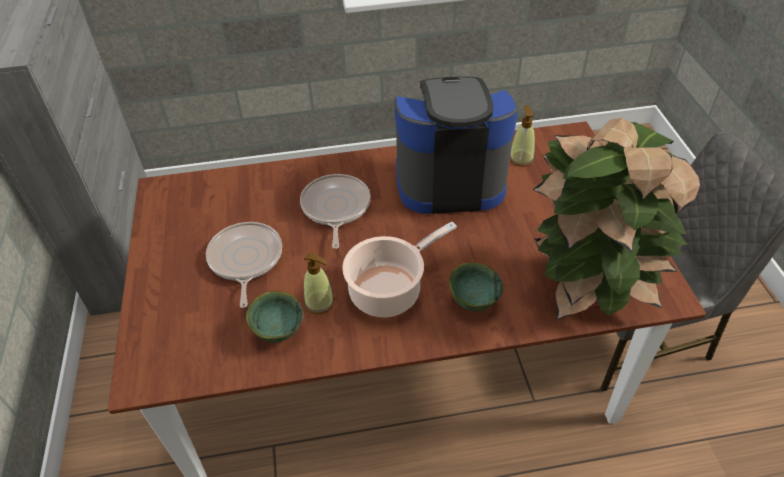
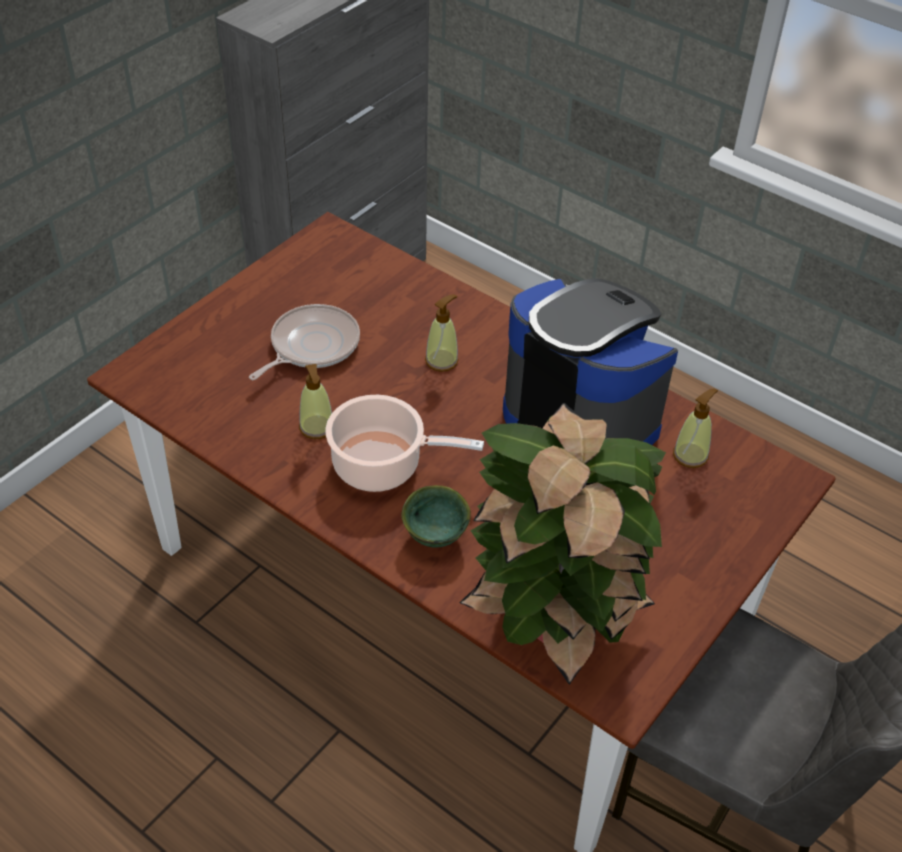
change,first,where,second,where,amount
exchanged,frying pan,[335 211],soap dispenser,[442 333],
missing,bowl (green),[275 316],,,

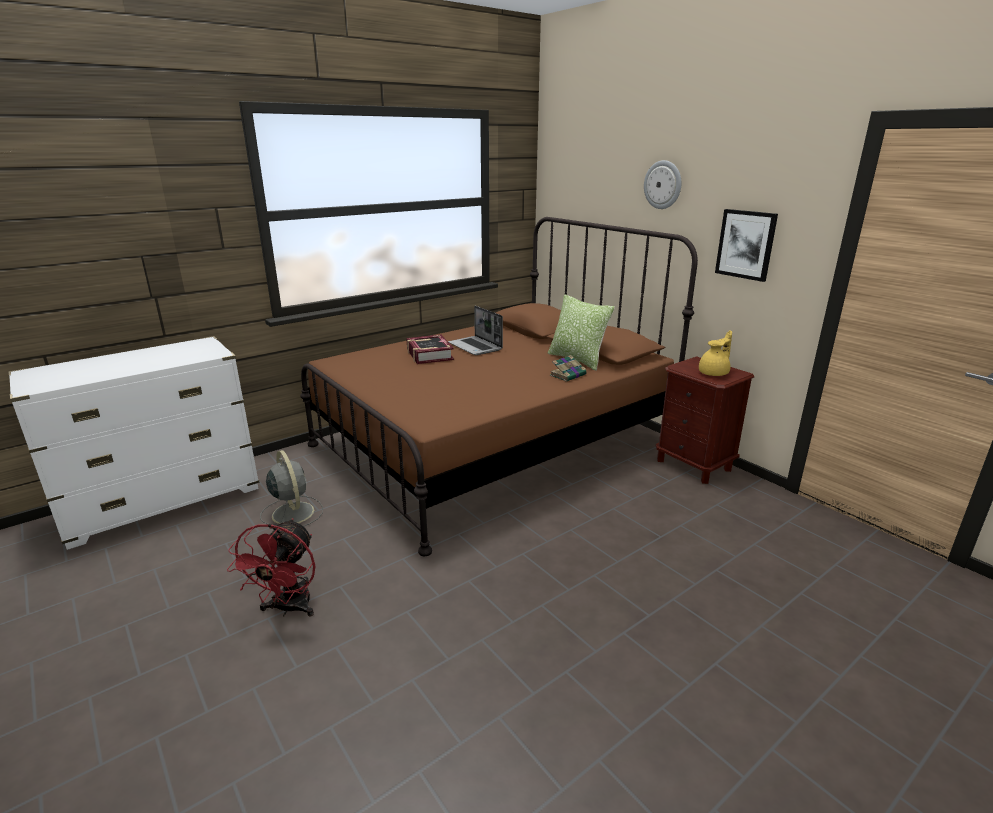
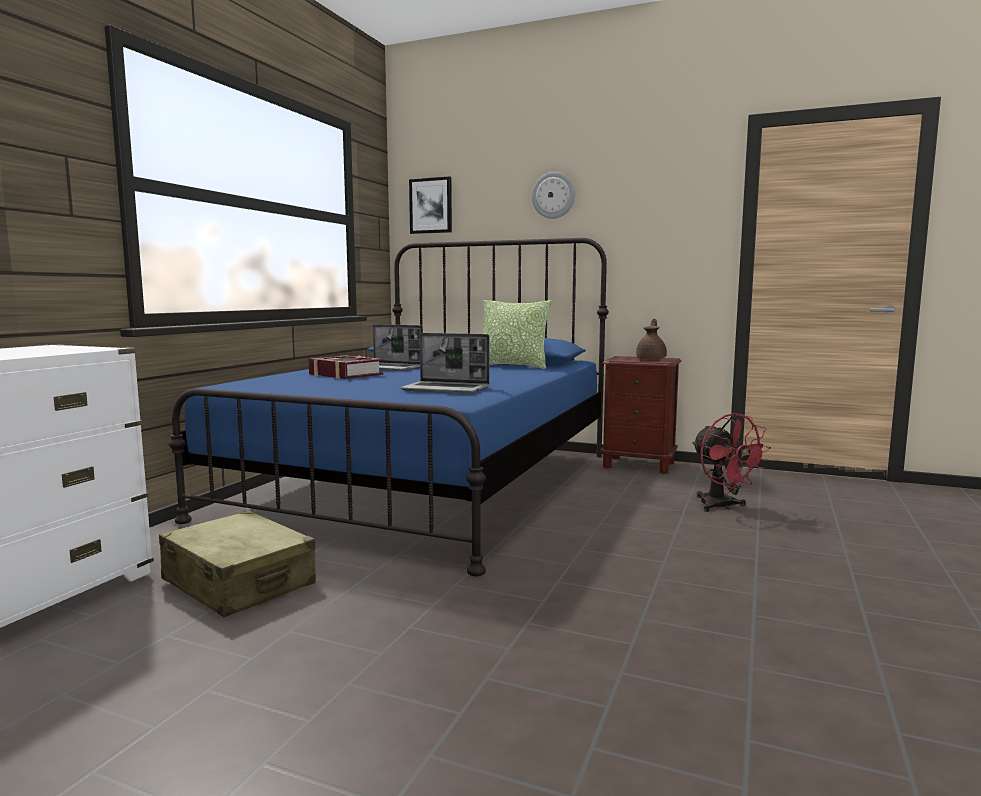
change,first,where,second,where,amount
relocated,picture,[746 245],,[430 205],
colour,bed (brown),[499 386],bed (blue),[388 407],
colour,teapot (yellow),[715 353],teapot (brown),[651 339],
missing,book,[568 368],,,
exchanged,fan (grey),[291 488],suitcase (beige),[237 563],
relocated,fan (red),[271 567],,[731 462],
appeared,,,laptop,[445 363],

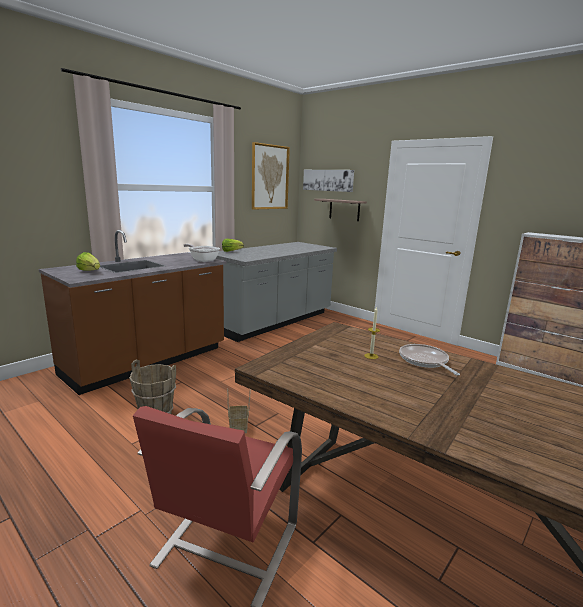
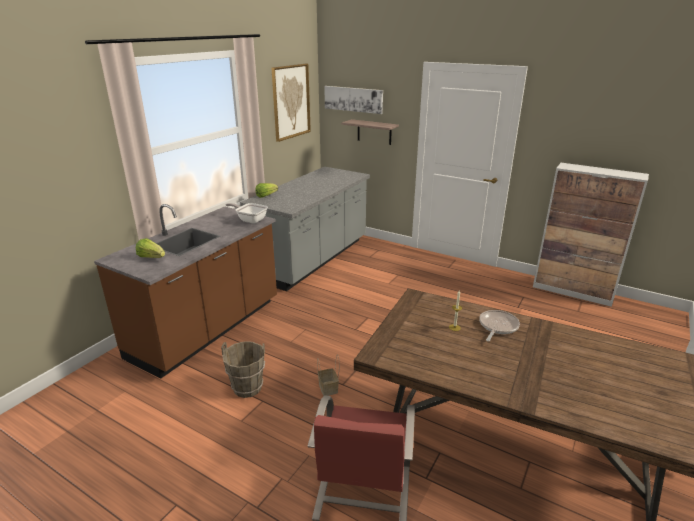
change,first,where,second,where,amount
spun,frying pan,[429 359],,[499 326],60 degrees clockwise

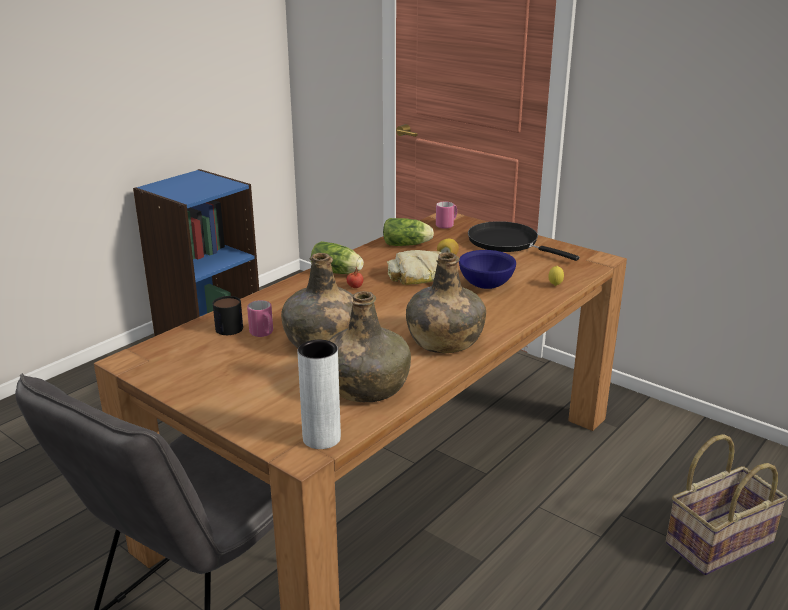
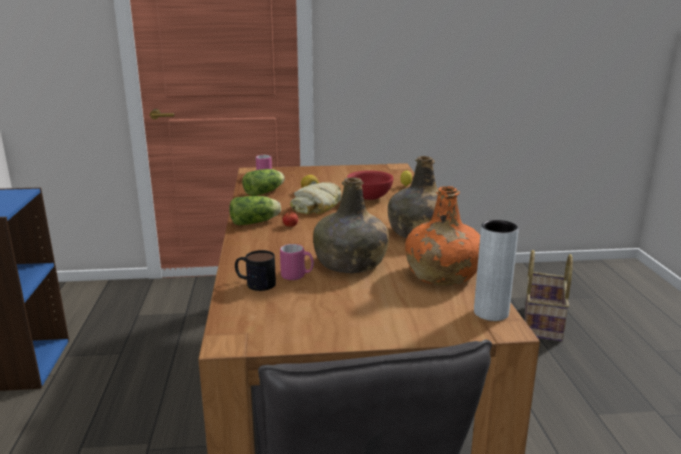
change,first,where,second,where,amount
missing,frying pan (black),[523 241],,,
colour,bowl (blue),[487 269],bowl (red),[370 185],
colour,bottle (green),[370 346],bottle (orange),[442 236],

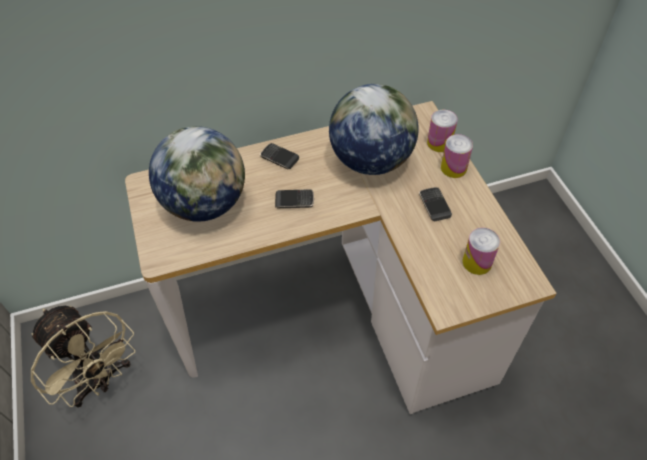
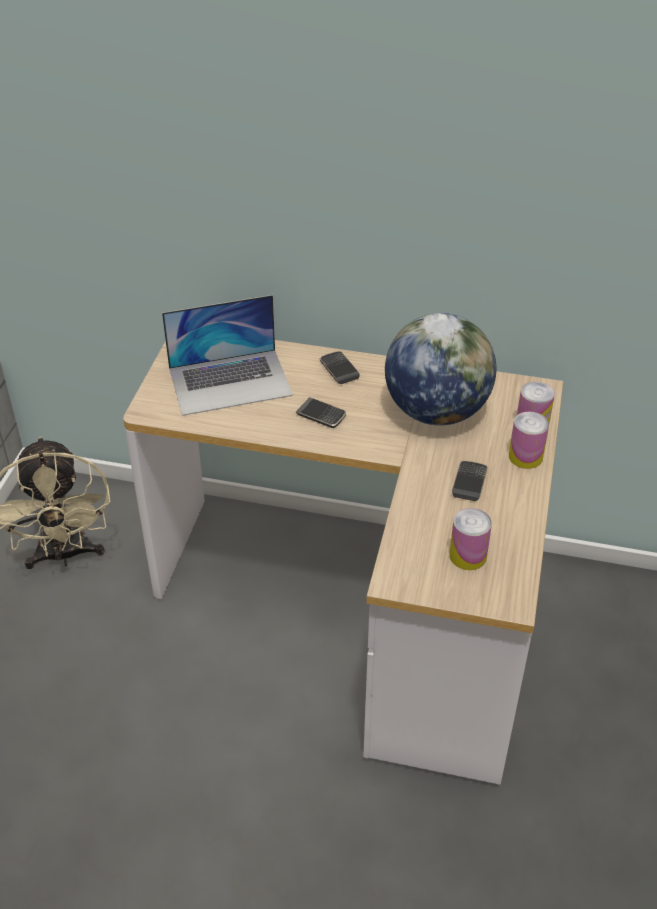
change,first,where,second,where,amount
exchanged,globe,[197 174],laptop,[227 355],

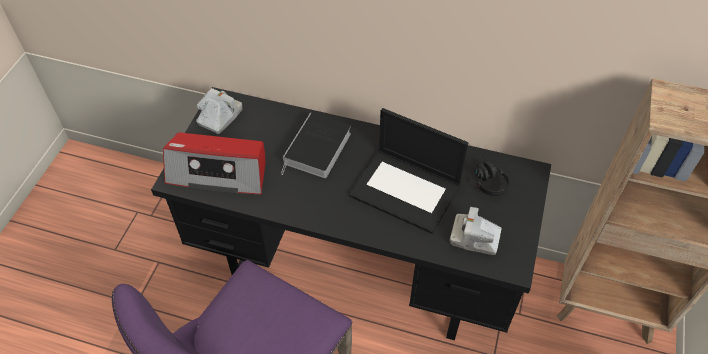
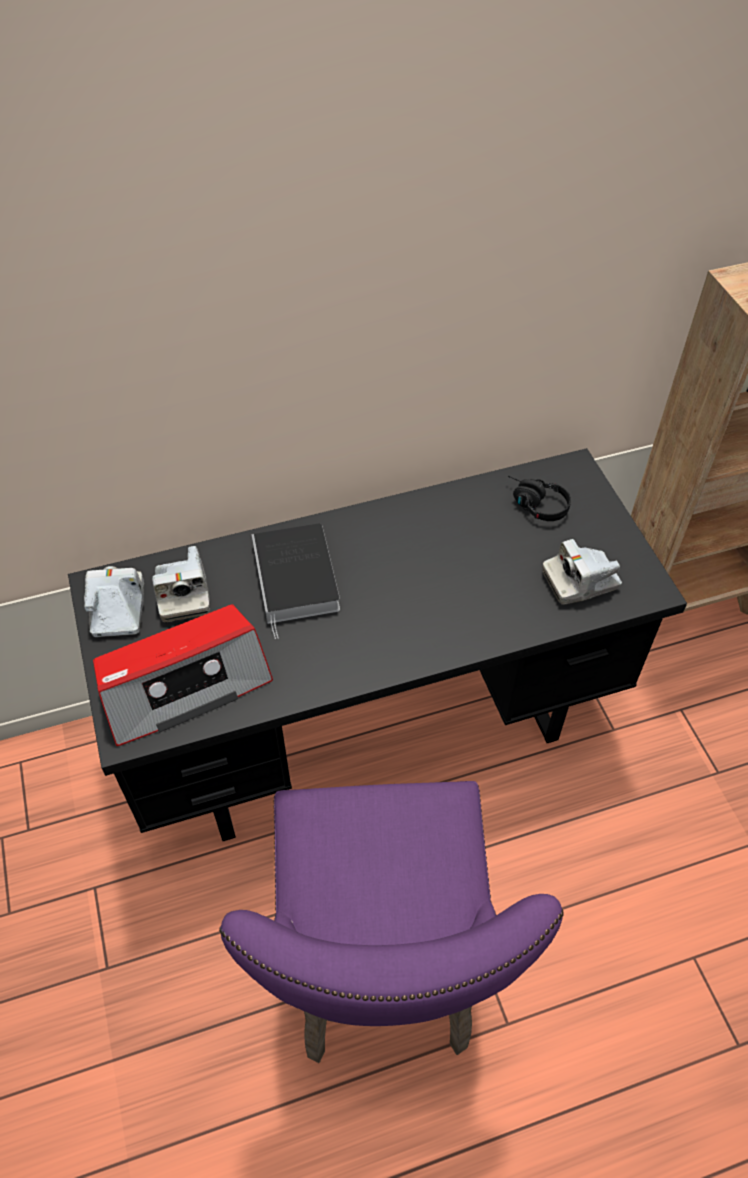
change,first,where,second,where,amount
missing,laptop,[408 171],,,
appeared,,,photo camera,[181 584],

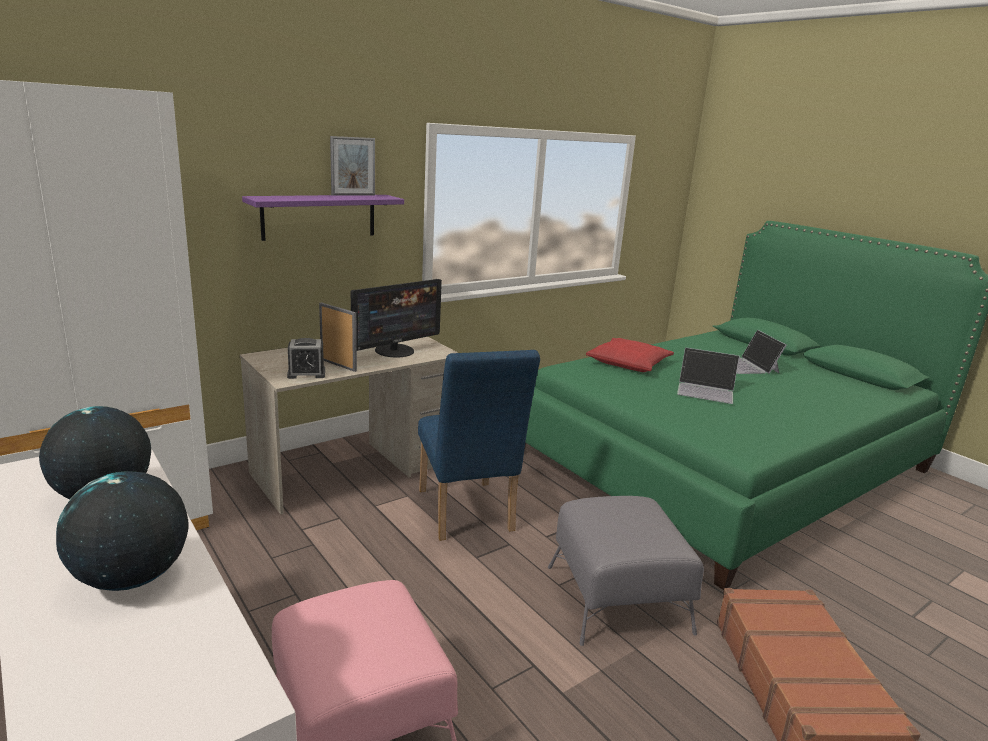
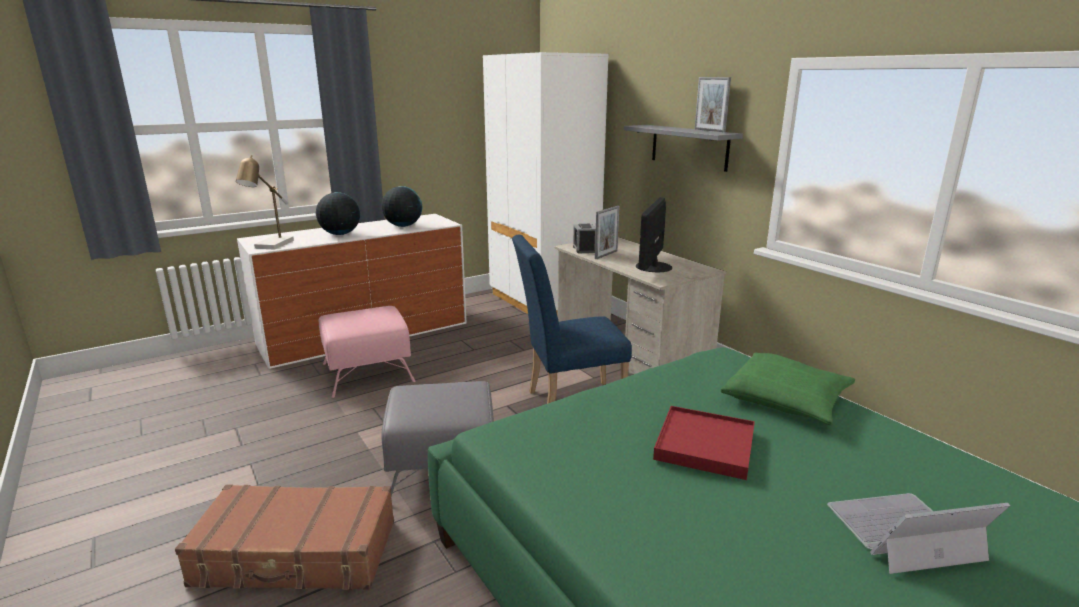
change,first,where,second,where,amount
colour,shelf (purple),[323 218],shelf (grey),[683 148],
spun,monitor,[396 318],,[654 234],60 degrees clockwise
colour,pillow (red),[630 355],pillow (green),[788 389],
exchanged,laptop,[708 375],tray (red),[704 443],
appeared,,,table lamp,[265 202],

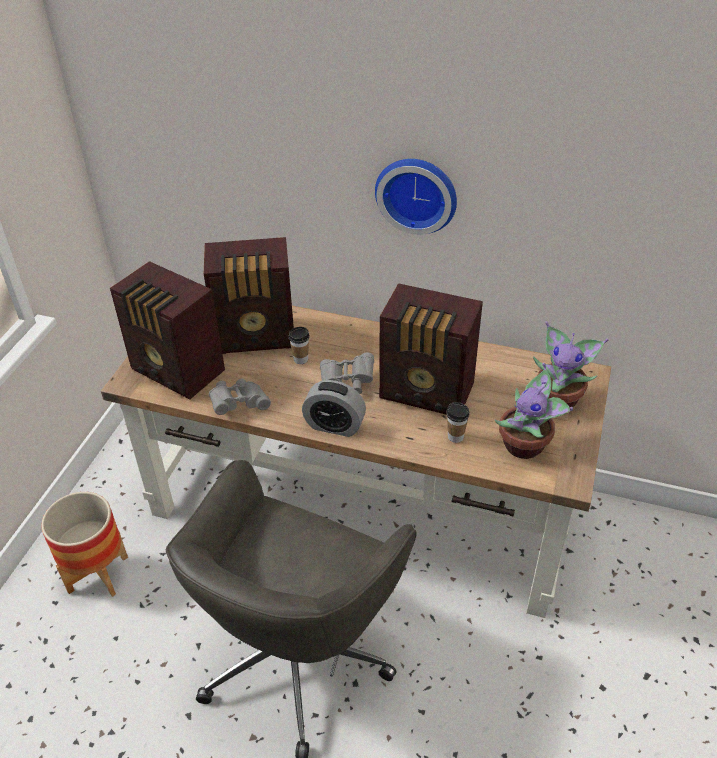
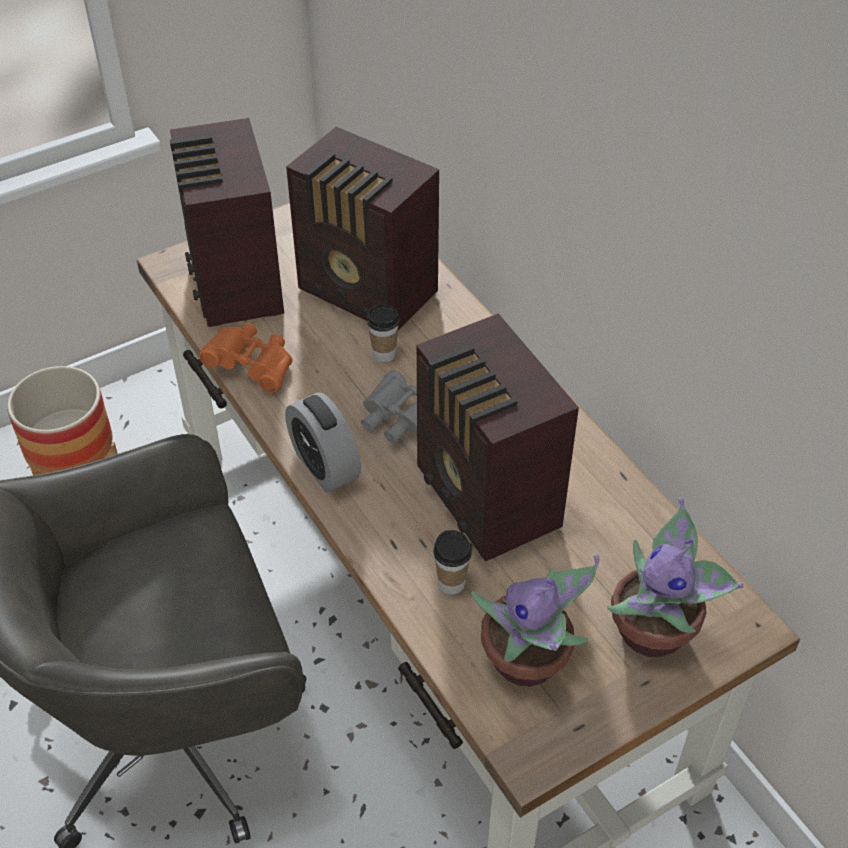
change,first,where,second,where,amount
missing,wall clock,[416 197],,,
colour,binoculars (grey),[240 397],binoculars (orange),[246 358],

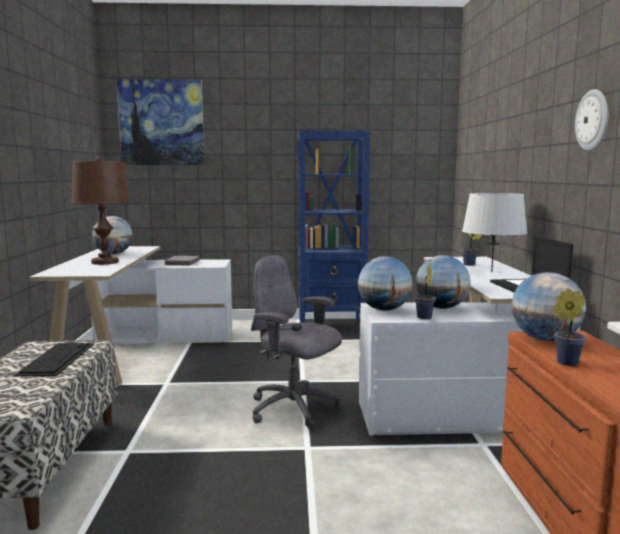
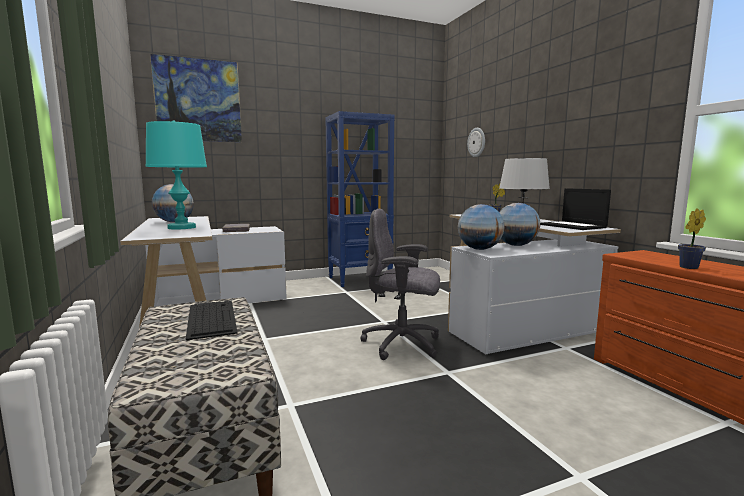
change,first,where,second,where,amount
relocated,wall clock,[591 120],,[476 142],
colour,table lamp (brown),[101 211],table lamp (turquoise),[176 174],
missing,potted plant,[425 291],,,
missing,globe,[548 306],,,

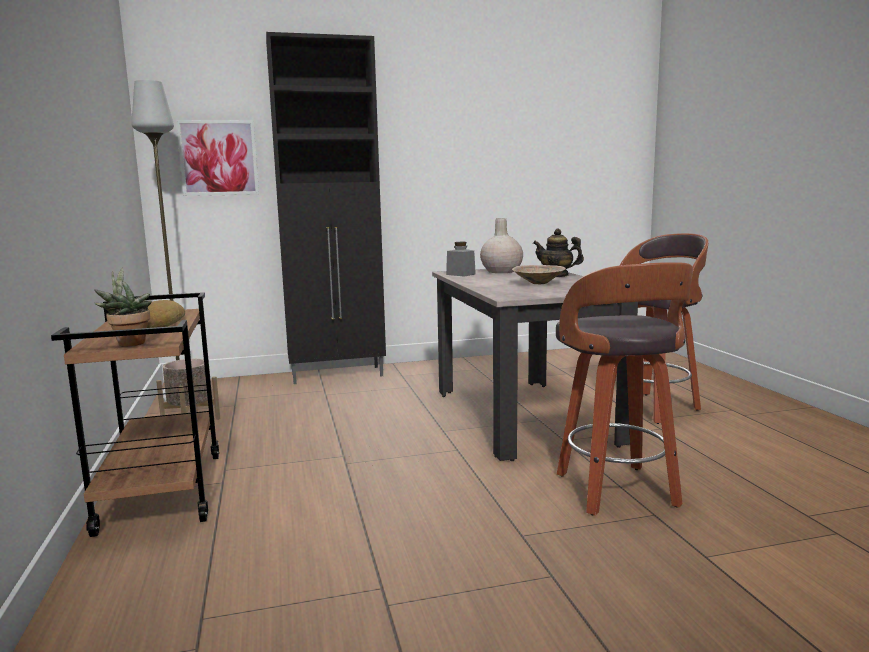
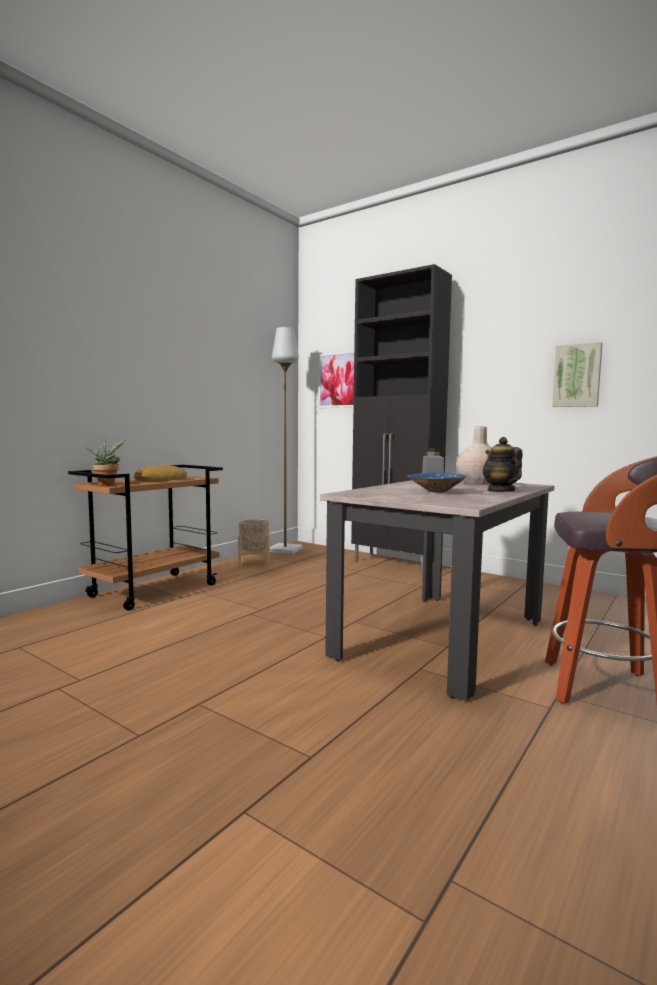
change,first,where,second,where,amount
missing,stool,[624 388],,,
colour,bowl (beige),[539 274],bowl (blue),[437 482],
appeared,,,picture,[577 374],

